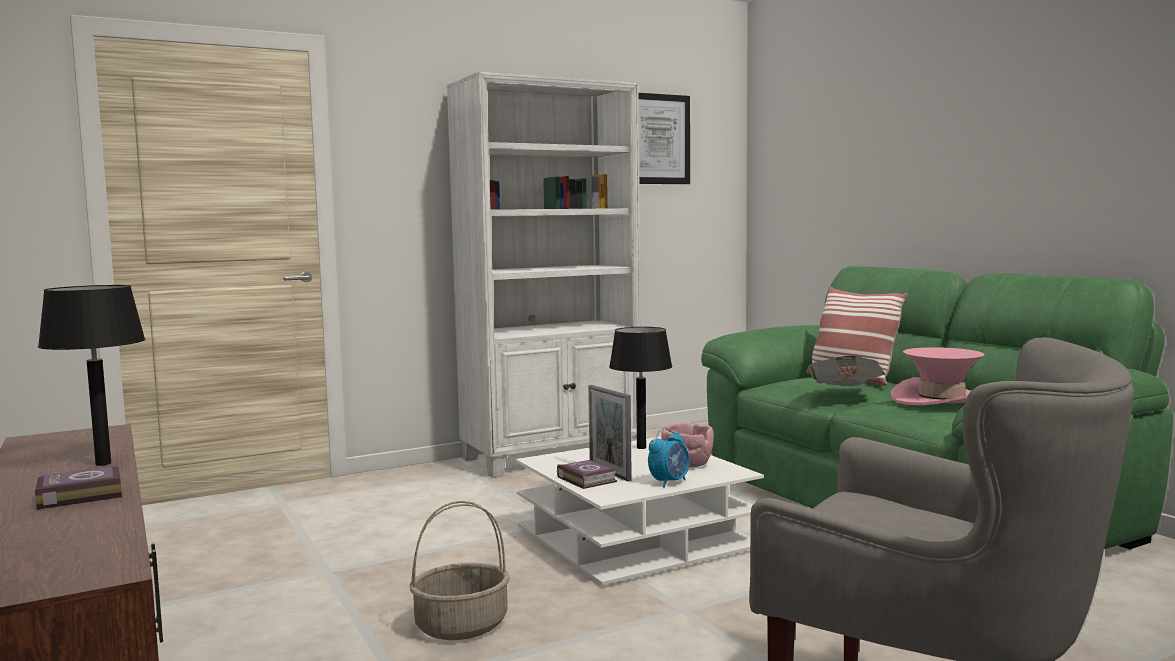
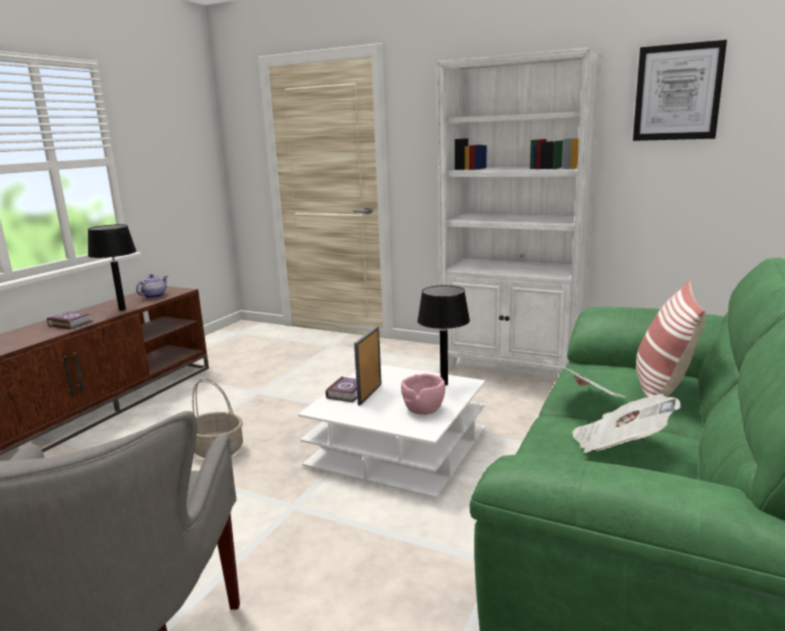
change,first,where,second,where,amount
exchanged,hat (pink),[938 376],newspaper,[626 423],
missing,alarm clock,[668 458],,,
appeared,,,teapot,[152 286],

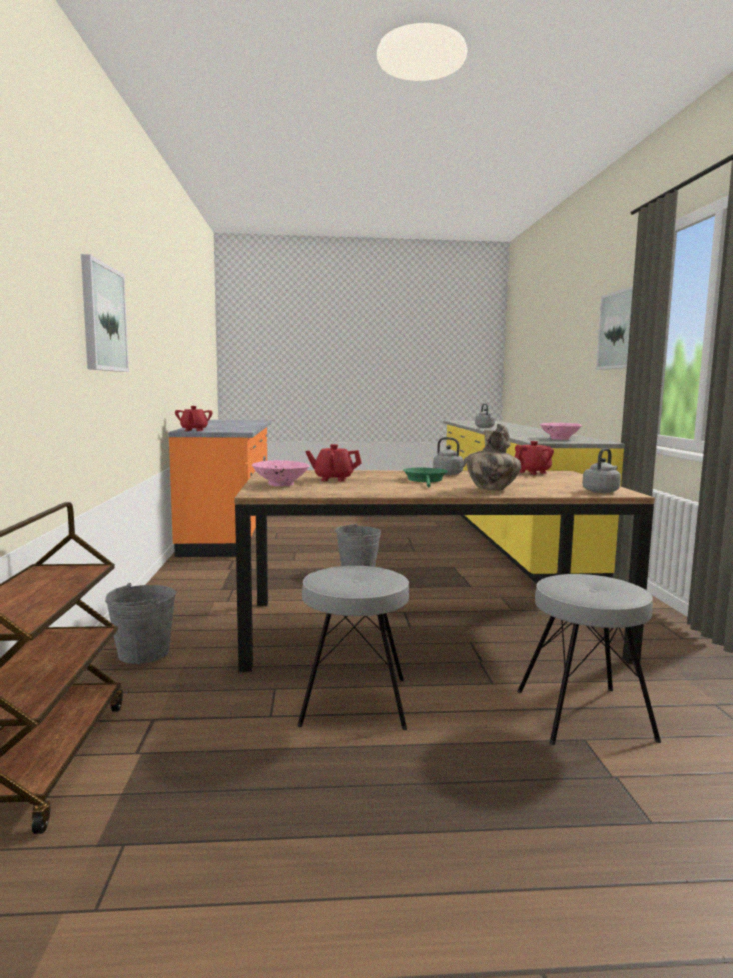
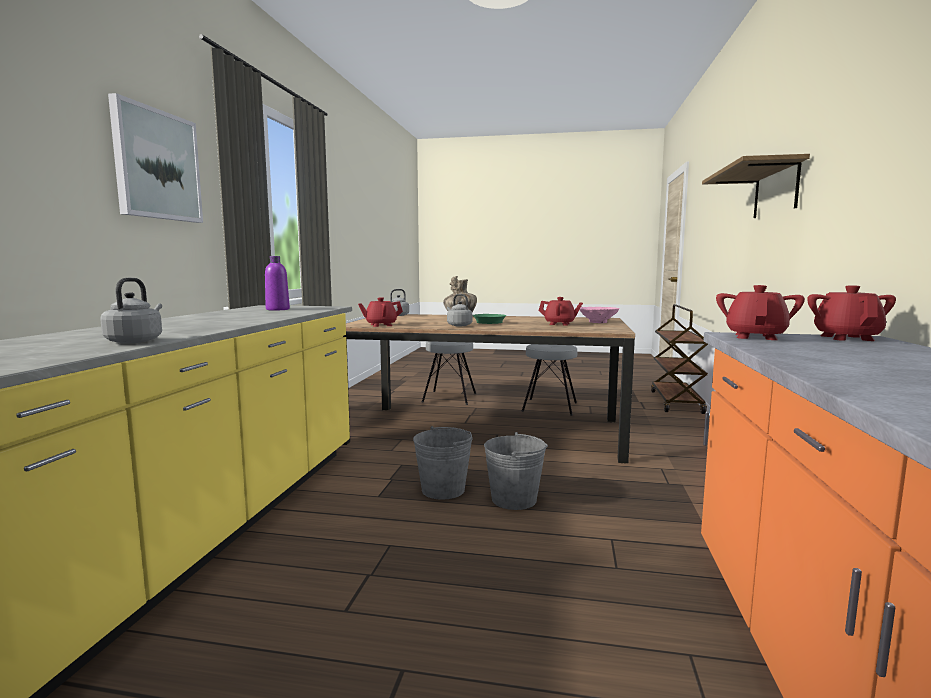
change,first,where,second,where,amount
exchanged,picture,[105 313],shelf,[756 186],
exchanged,bowl (pink),[561 431],bottle (purple),[277 283],
relocated,bucket (grey),[140 623],,[443 463],
appeared,,,teapot (red),[760 312],

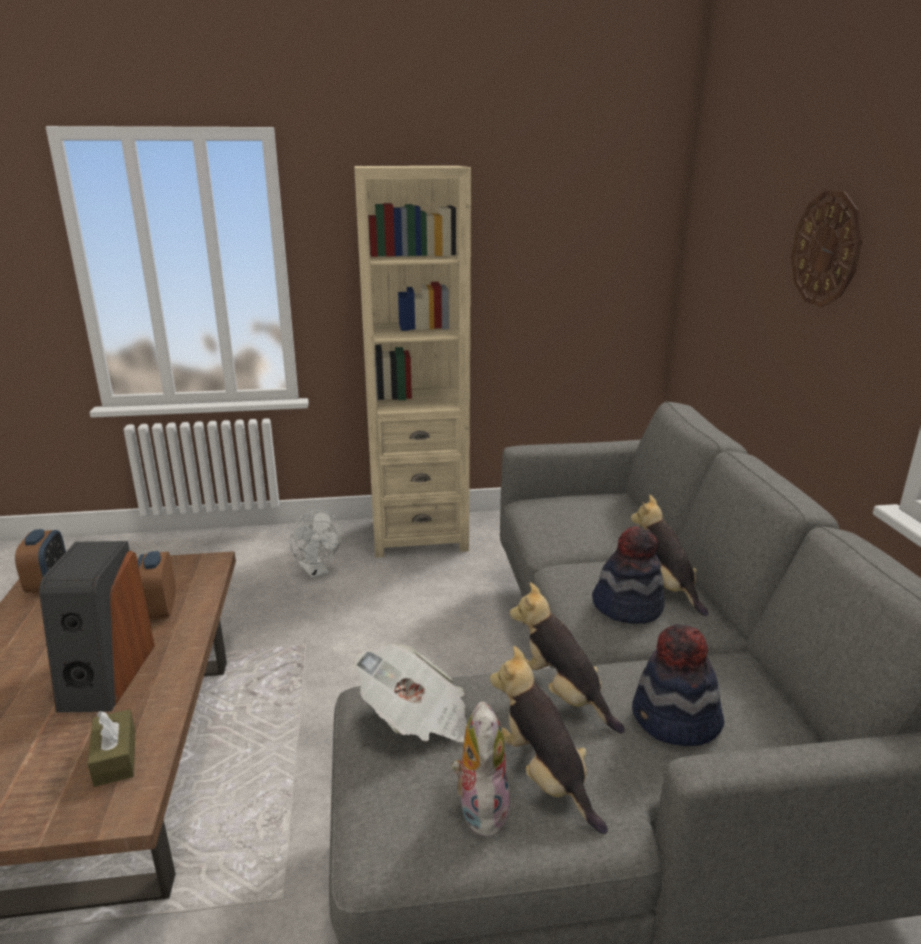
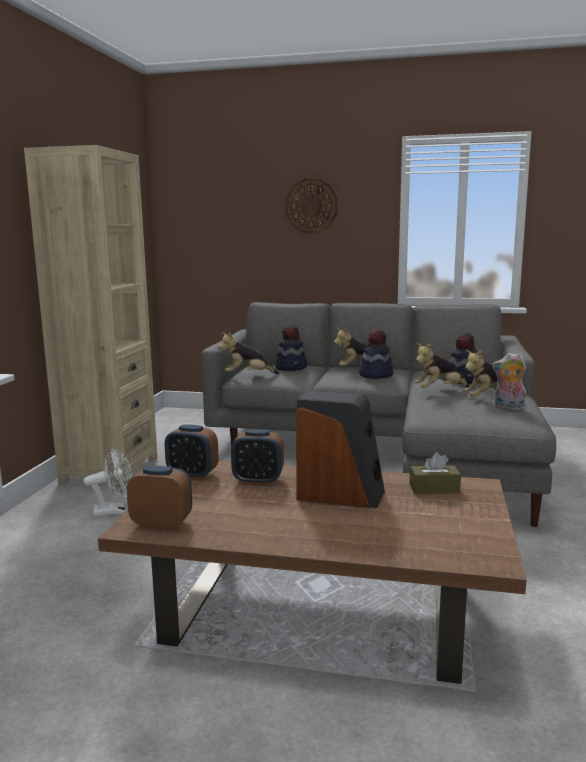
change,first,where,second,where,amount
missing,newspaper,[411 693],,,
appeared,,,hat,[291 347],
appeared,,,plush toy,[248 353],
appeared,,,alarm clock,[192 451],

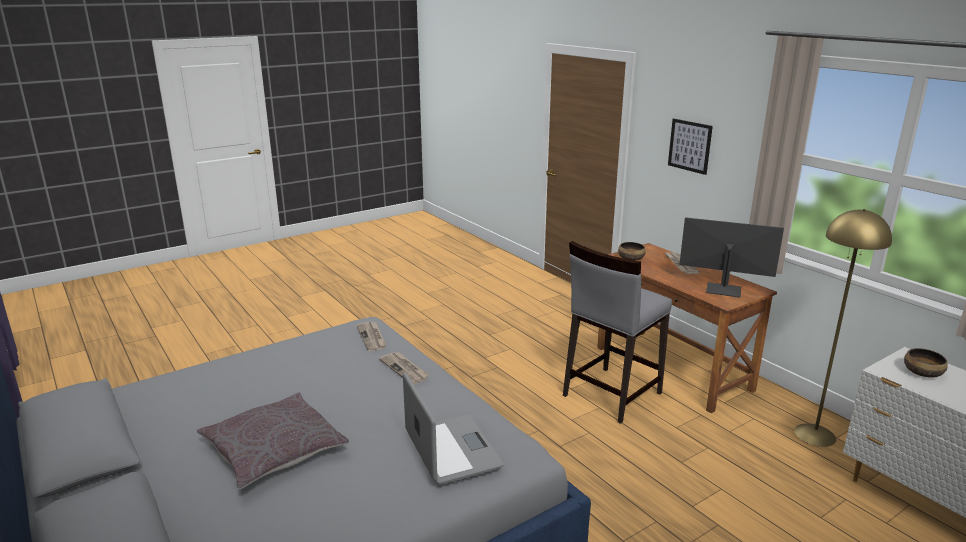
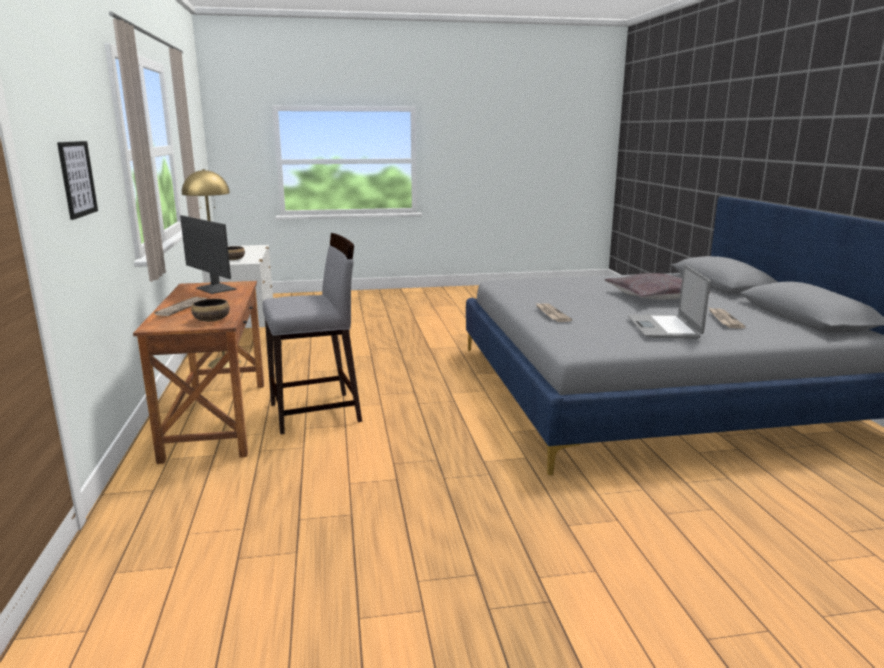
change,first,where,second,where,amount
relocated,newspaper,[371 336],,[727 318],
relocated,laptop,[453 428],,[669 302],

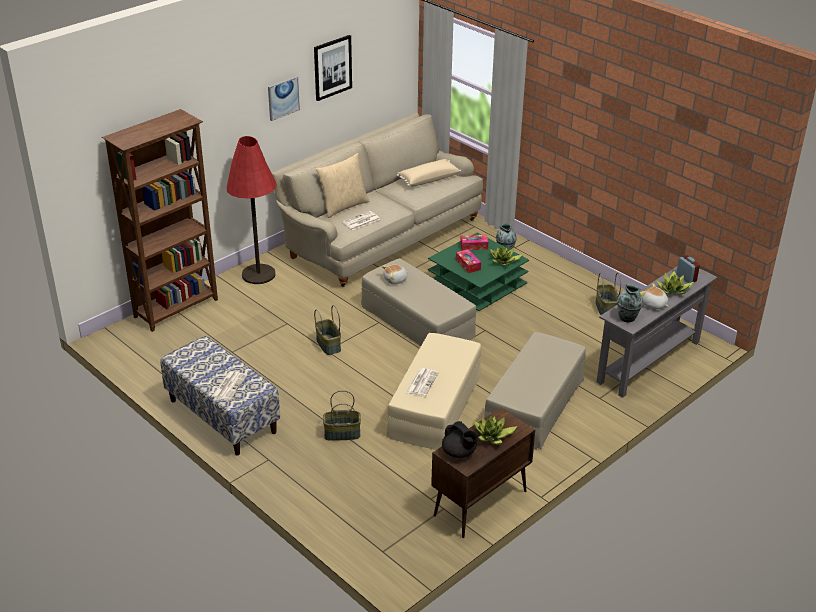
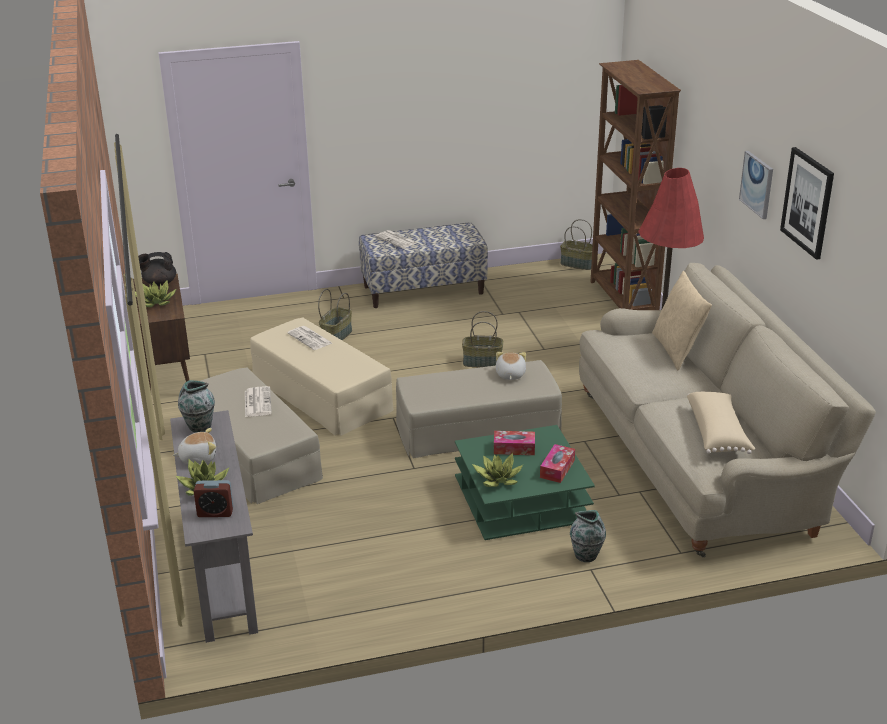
change,first,where,second,where,amount
relocated,newspaper,[361 220],,[258 401],
relocated,basket,[608 293],,[576 244],

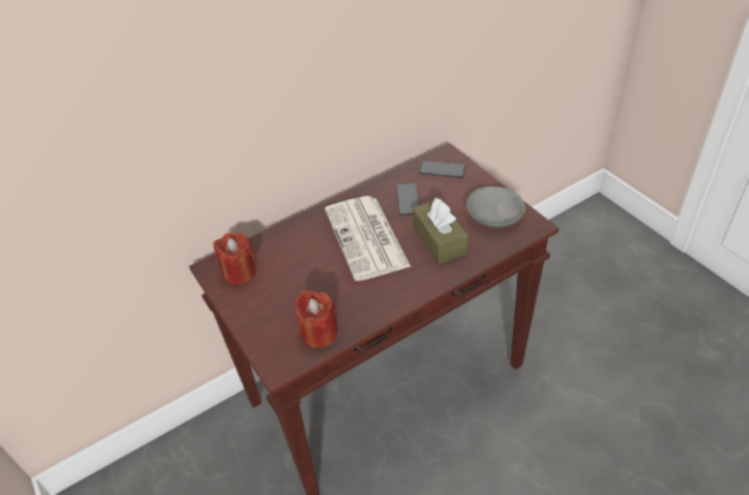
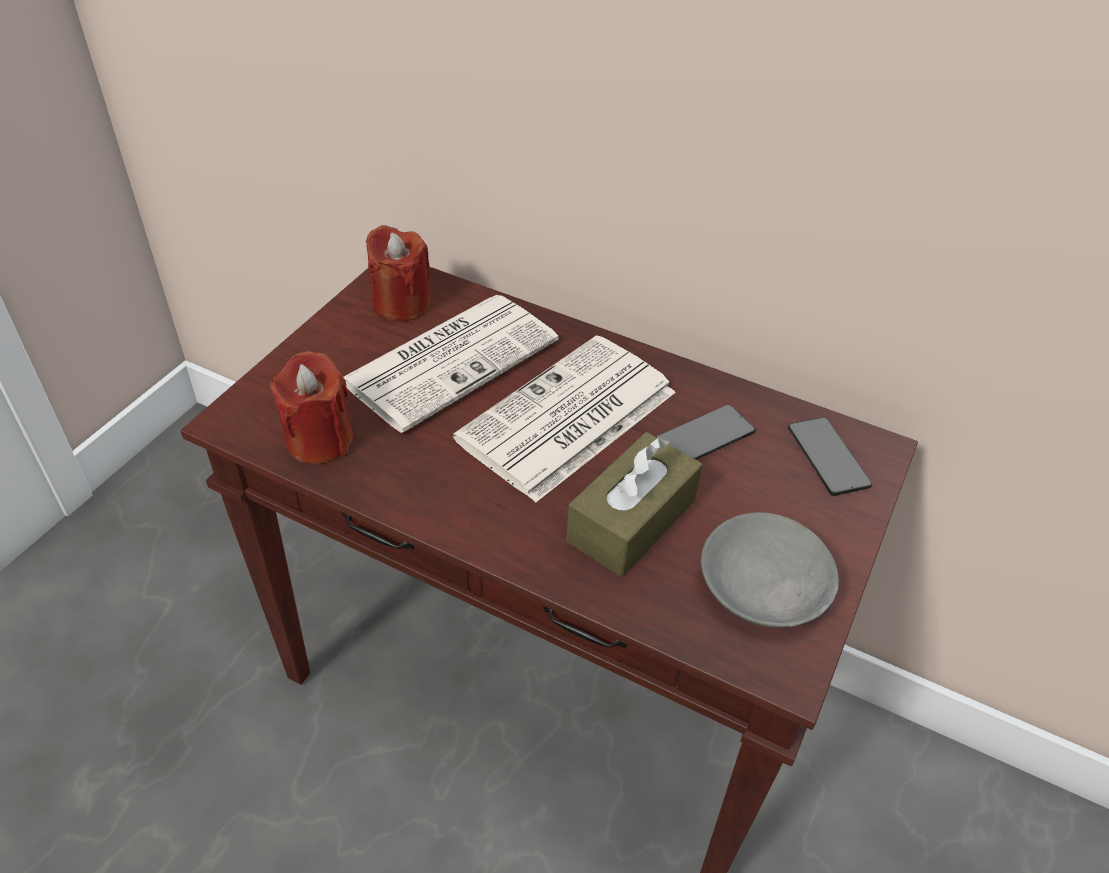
change,first,where,second,where,amount
appeared,,,newspaper,[451 364],

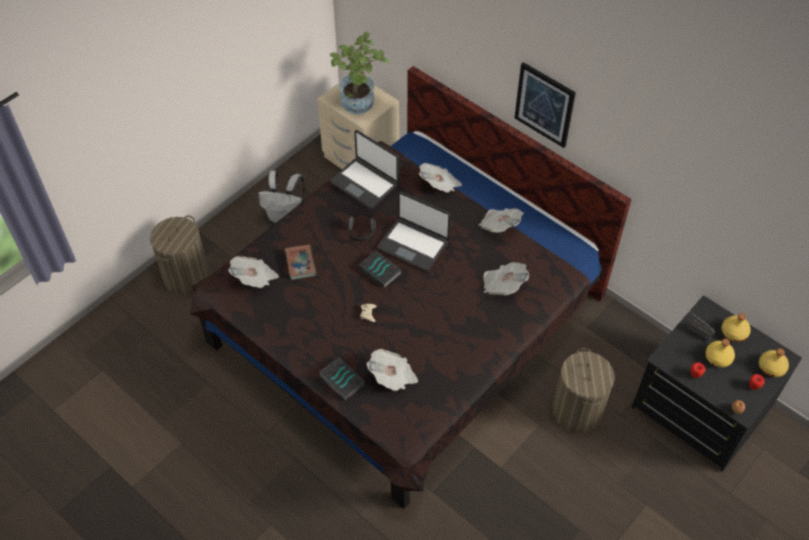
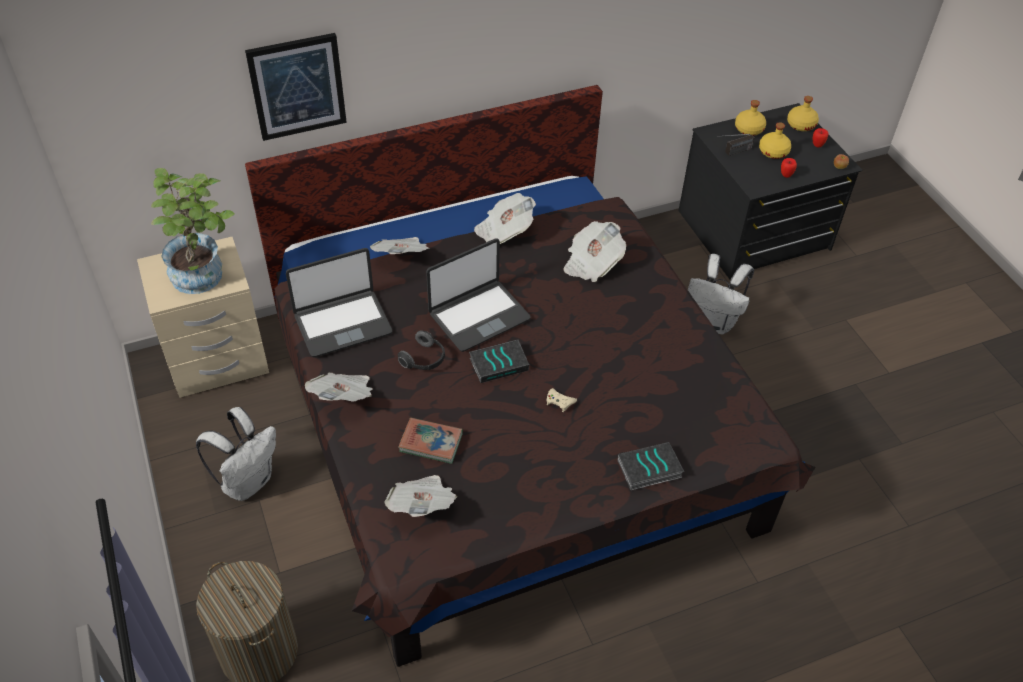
change,first,where,second,where,amount
relocated,picture,[545 105],,[296 87],
exchanged,laundry basket,[584 390],backpack (white),[721 294],
relocated,newspaper,[392 370],,[338 386],

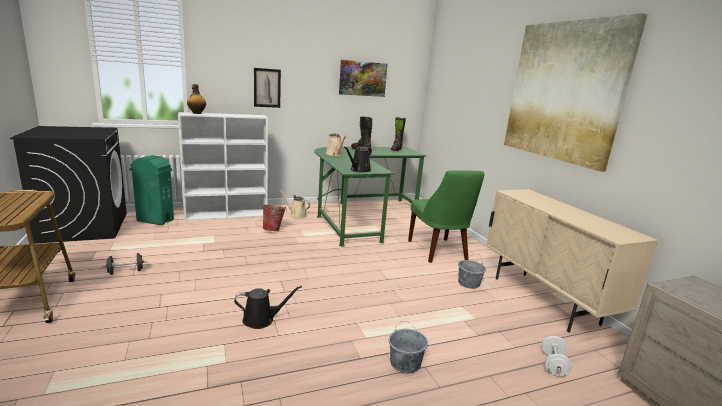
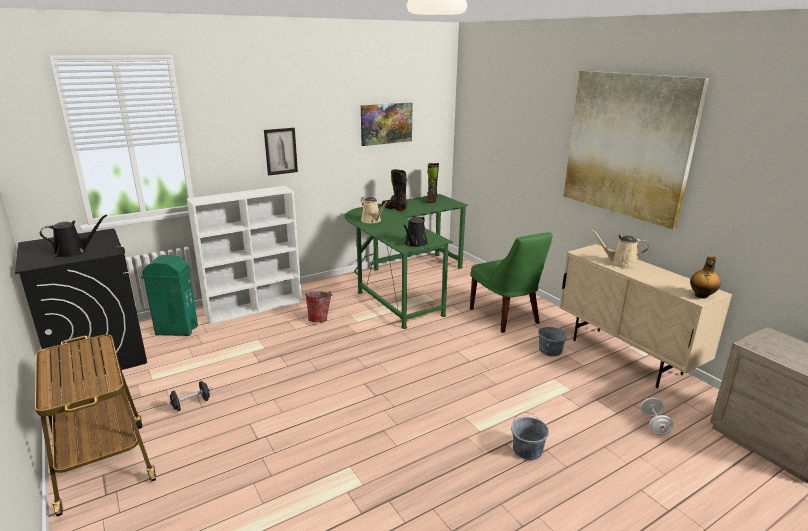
change,first,where,second,where,amount
relocated,bottle,[196 99],,[705 277],
relocated,watering can (beige),[295 204],,[620 249],
relocated,watering can (black),[268 307],,[73 236],

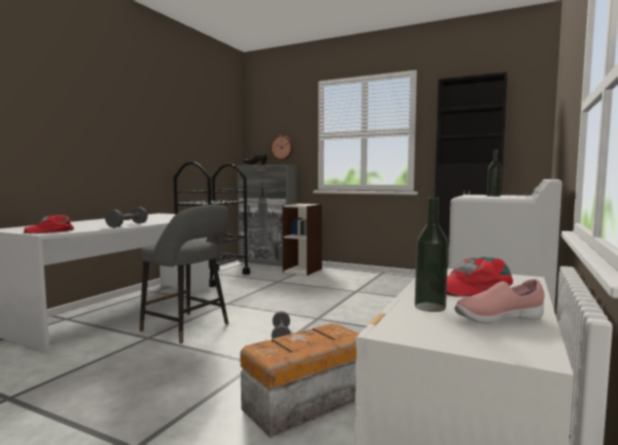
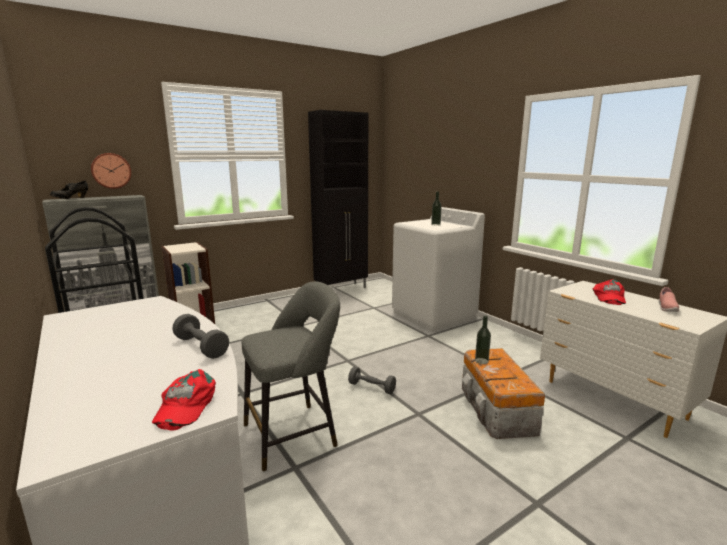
change,first,where,second,where,amount
relocated,bottle,[431 254],,[483 340],

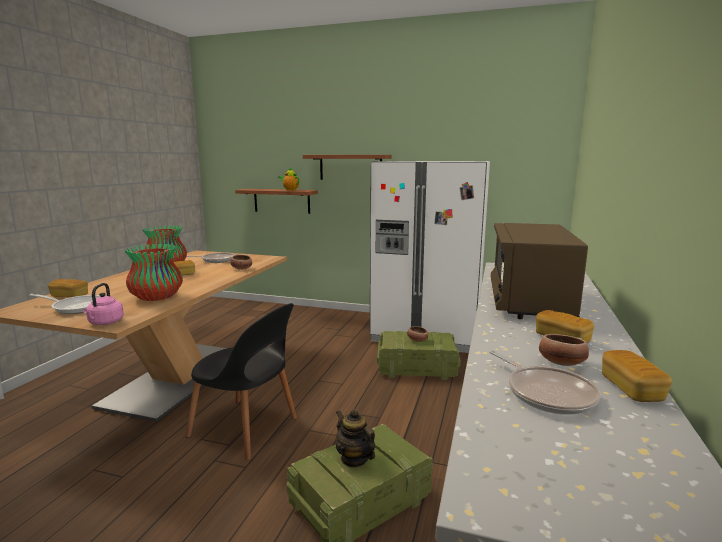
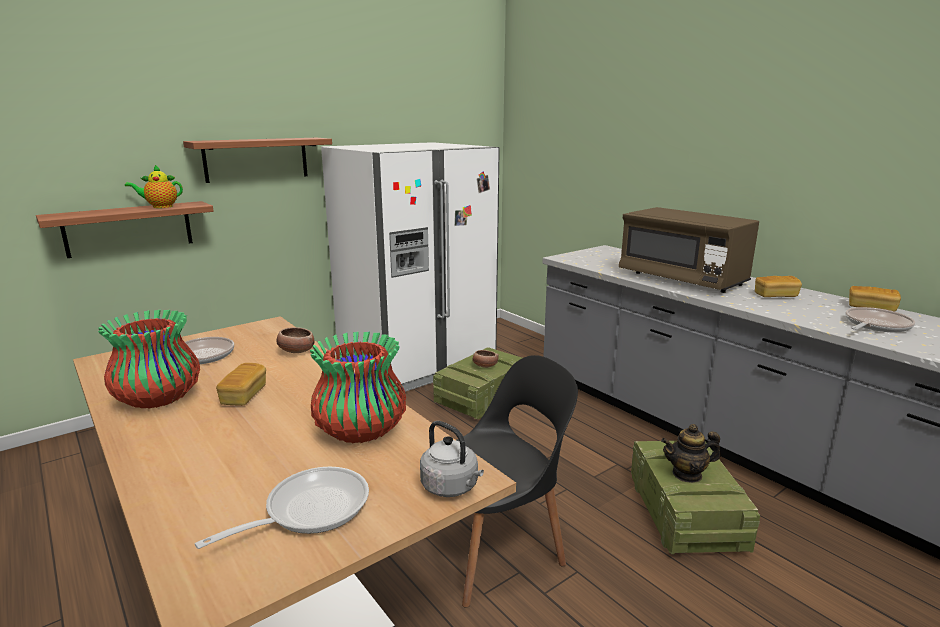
change,first,where,second,where,amount
missing,bread,[68 288],,,
colour,kettle (pink),[103 304],kettle (grey),[452 459],
missing,bowl,[564 350],,,
spun,frying pan,[545 382],,[880 320],45 degrees counterclockwise

